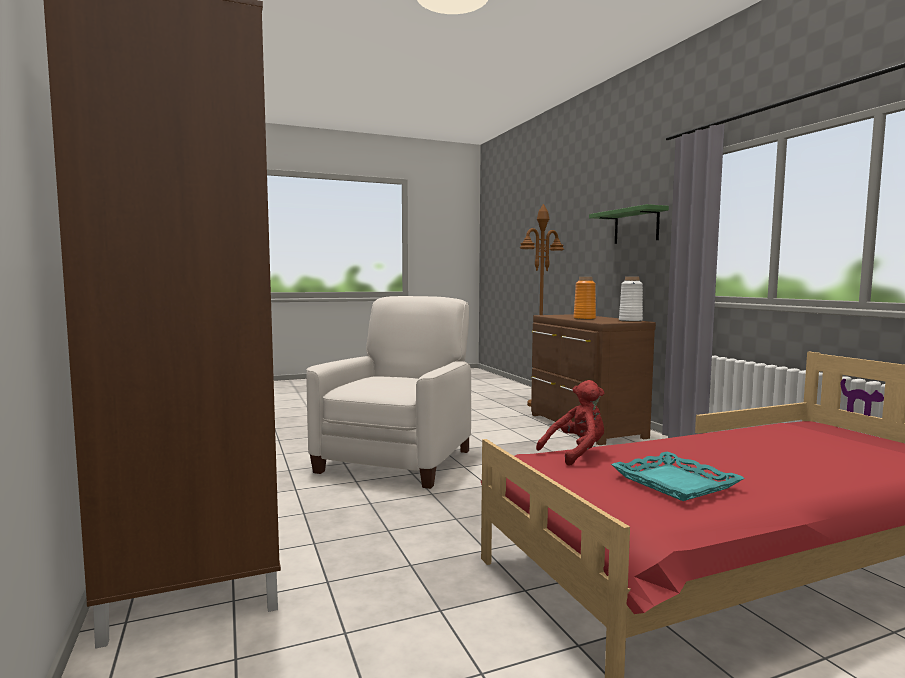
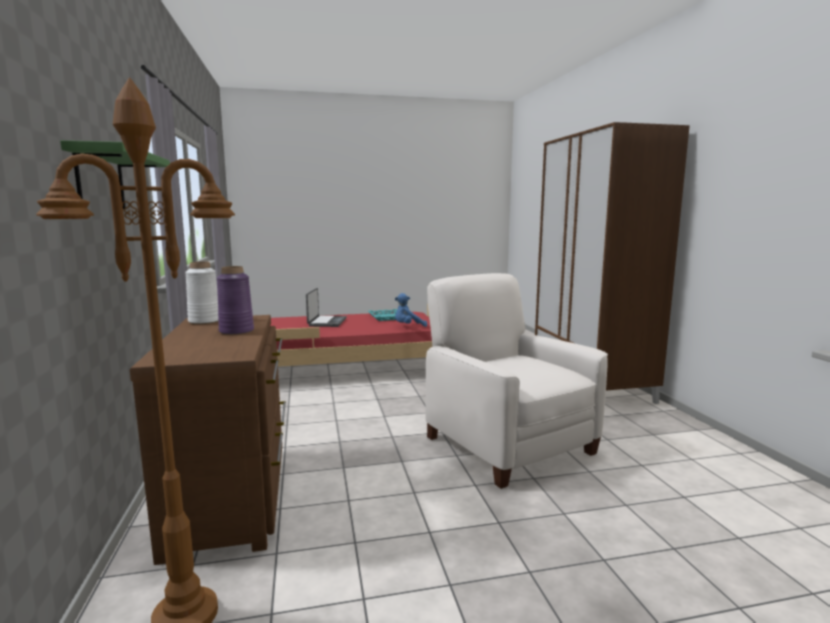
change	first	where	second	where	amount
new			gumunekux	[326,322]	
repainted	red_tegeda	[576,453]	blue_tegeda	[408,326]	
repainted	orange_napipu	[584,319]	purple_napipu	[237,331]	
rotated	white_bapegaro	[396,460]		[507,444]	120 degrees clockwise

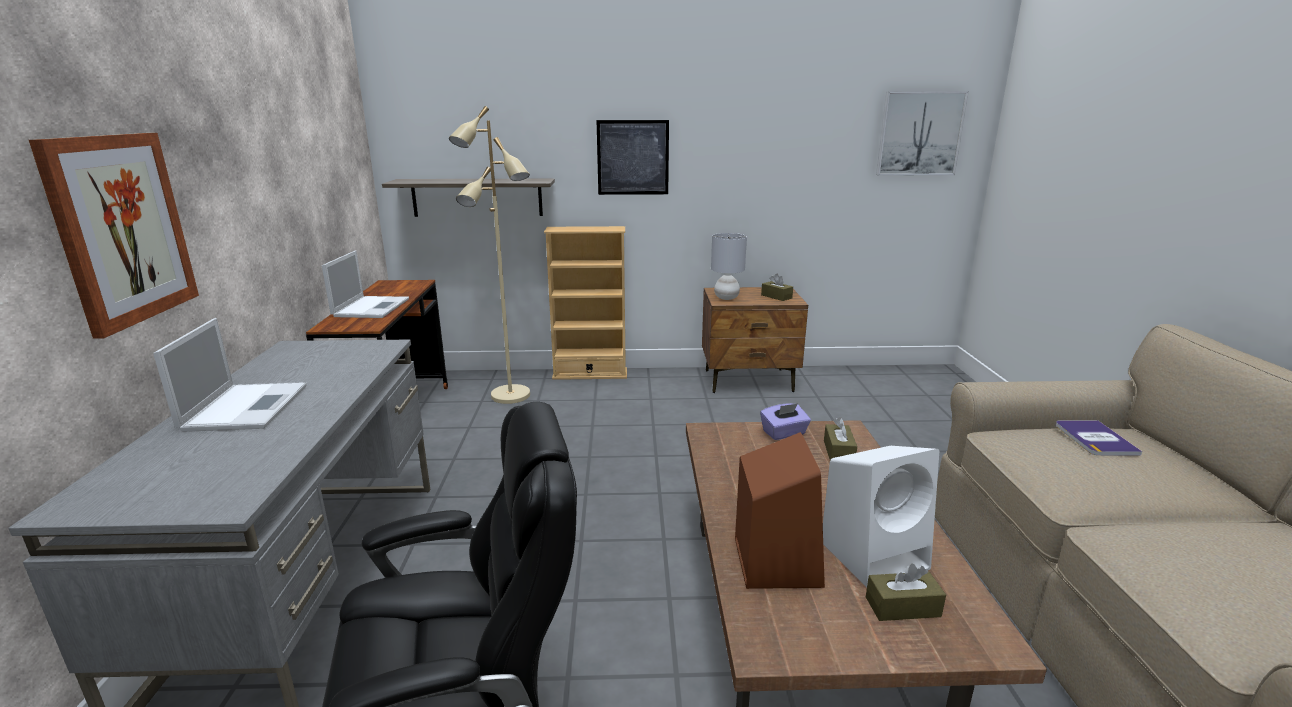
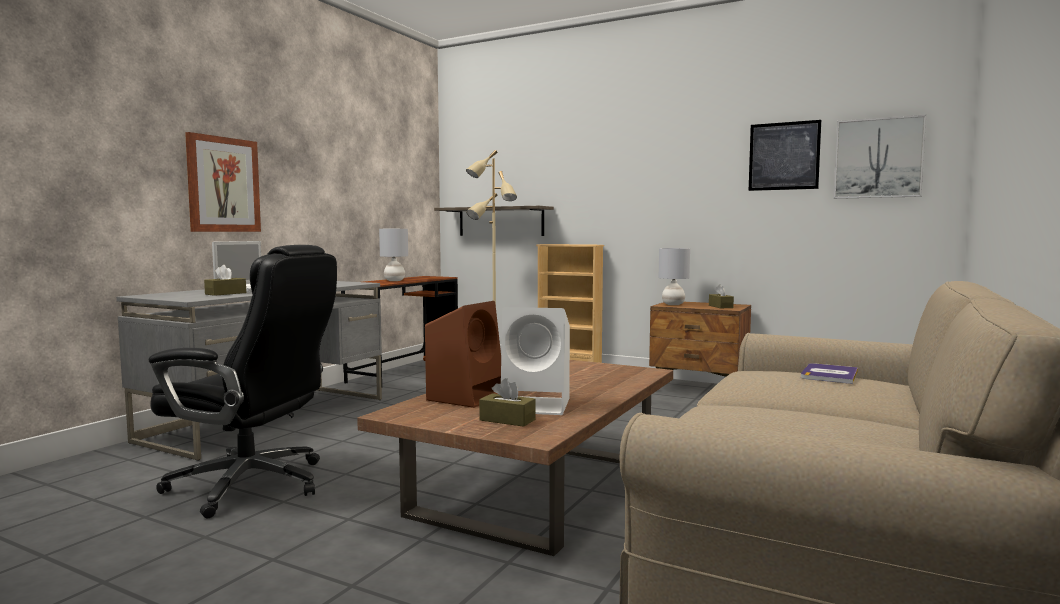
change	first	where	second	where	amount
gone	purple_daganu	[784,433]			
shifted	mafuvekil	[633,157]		[784,156]	
shifted	brown_daganu	[838,452]		[225,293]	
swapped	gumunekux	[371,307]	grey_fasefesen	[394,280]	

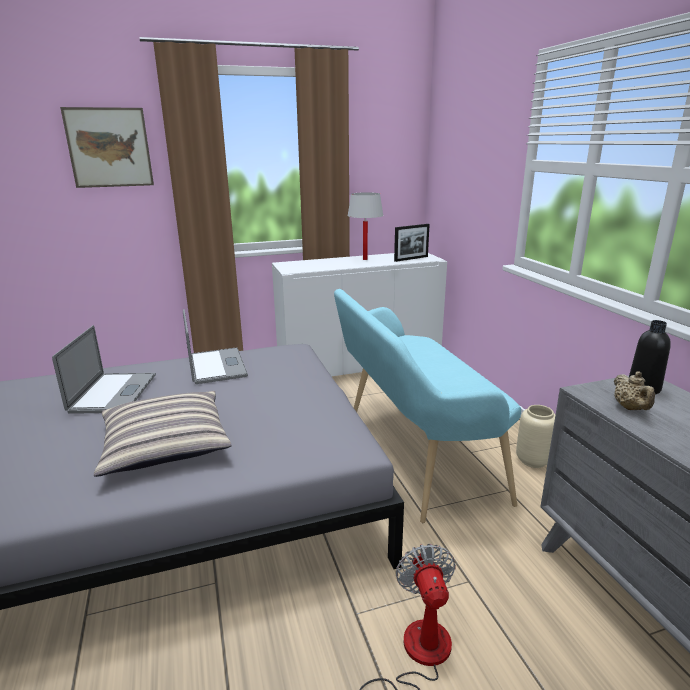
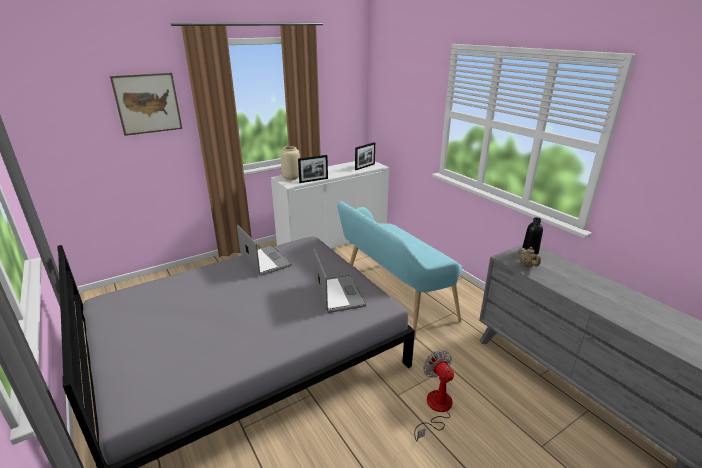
change	first	where	second	where	amount
gone	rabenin	[165,444]			
gone	white_fasefesen	[365,259]			
new			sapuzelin	[313,180]	
shifted	gumunekux	[113,393]		[339,293]	
shifted	beige_napipu	[533,460]		[291,178]	

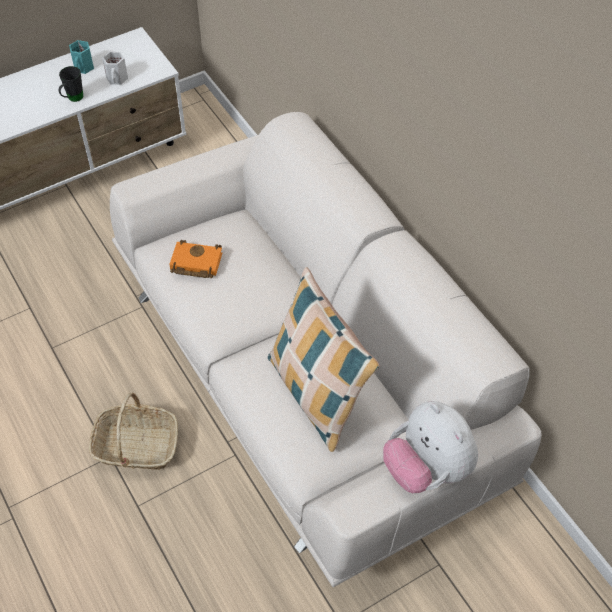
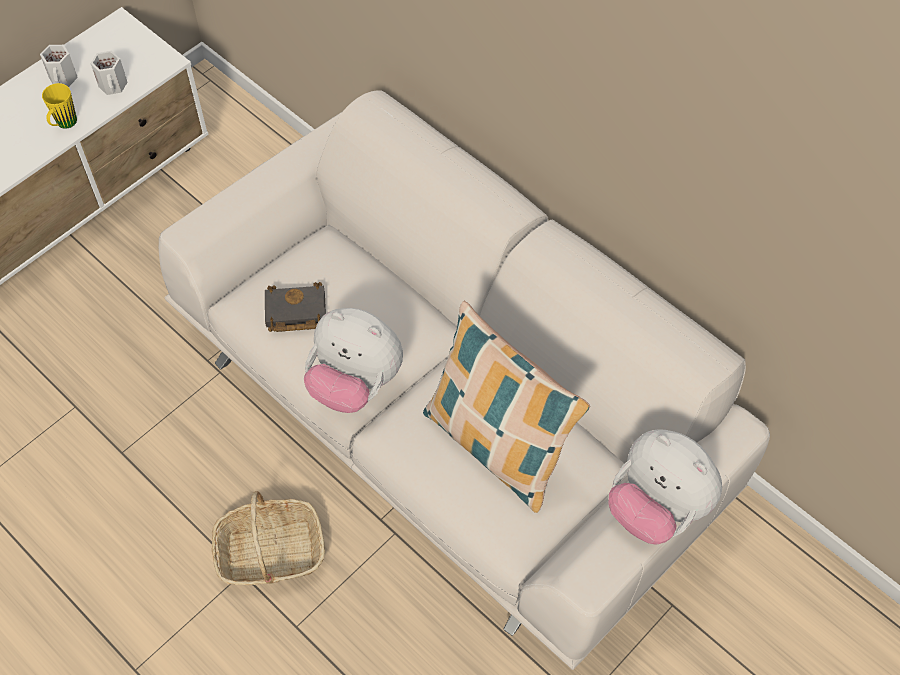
change	first	where	second	where	amount
new			tegeda	[355,383]	
repainted	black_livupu	[72,99]	yellow_livupu	[64,125]	
repainted	turquoise_livupu	[84,67]	white_livupu	[64,78]	
repainted	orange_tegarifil	[194,263]	black_tegarifil	[294,312]	

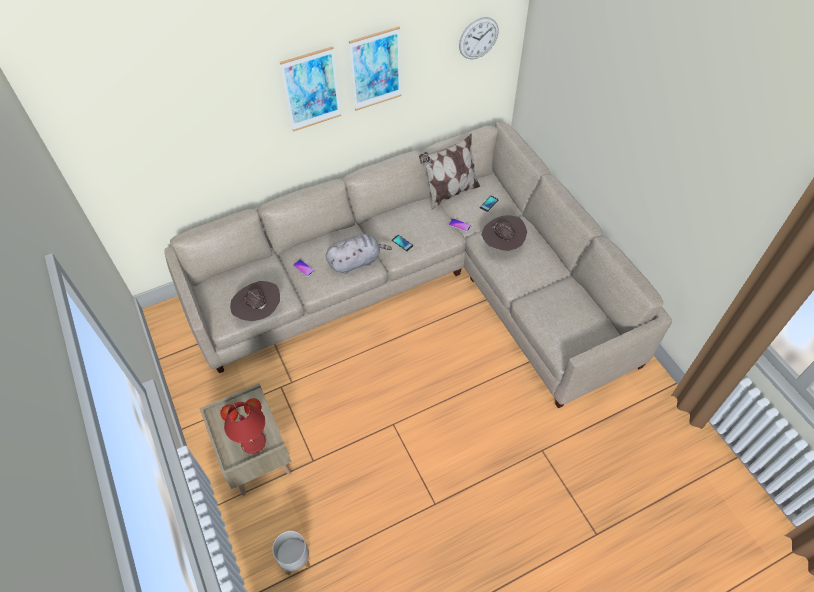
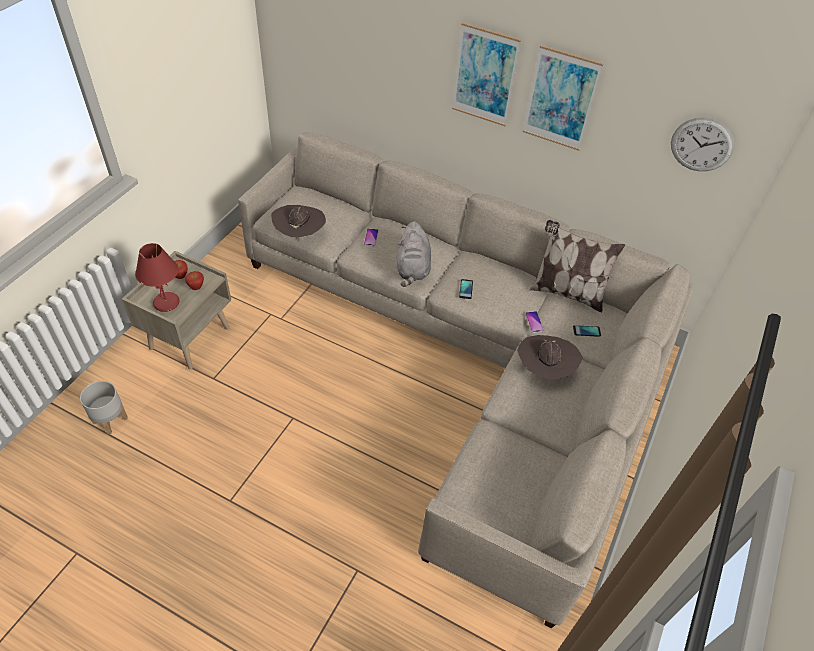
change	first	where	second	where	amount
rotated	grey_tegeda	[356,261]		[412,268]	60 degrees clockwise

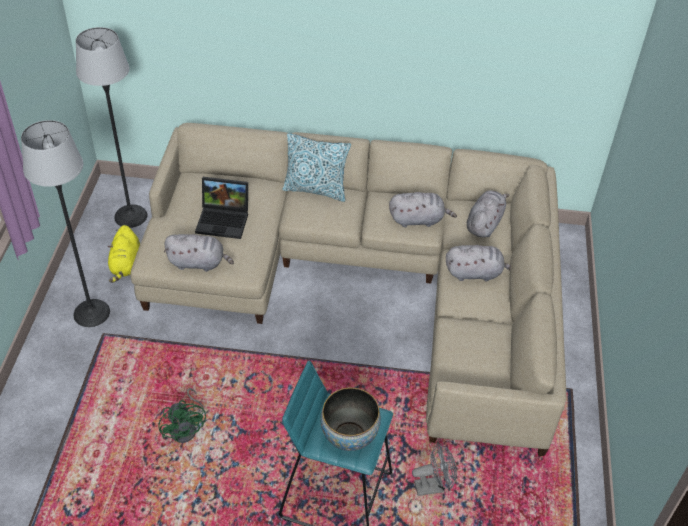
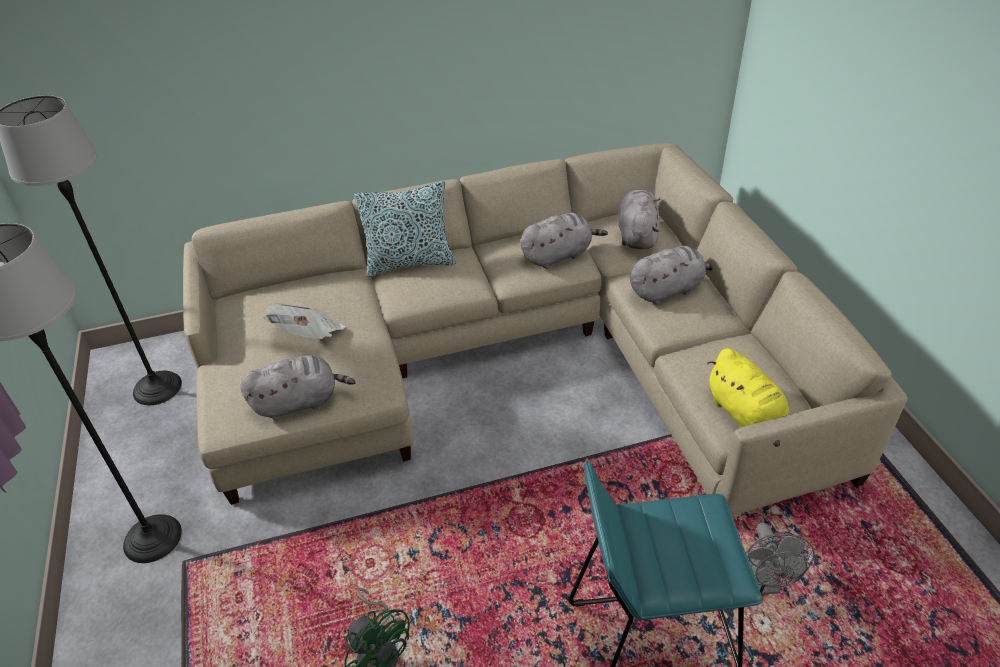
change	first	where	second	where	amount
gone	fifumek	[349,436]			
shifted	yellow_tegeda	[126,265]		[745,414]	
swapped	gumunekux	[224,220]	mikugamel	[309,335]	
rotated	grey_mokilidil	[433,486]		[764,583]	120 degrees clockwise

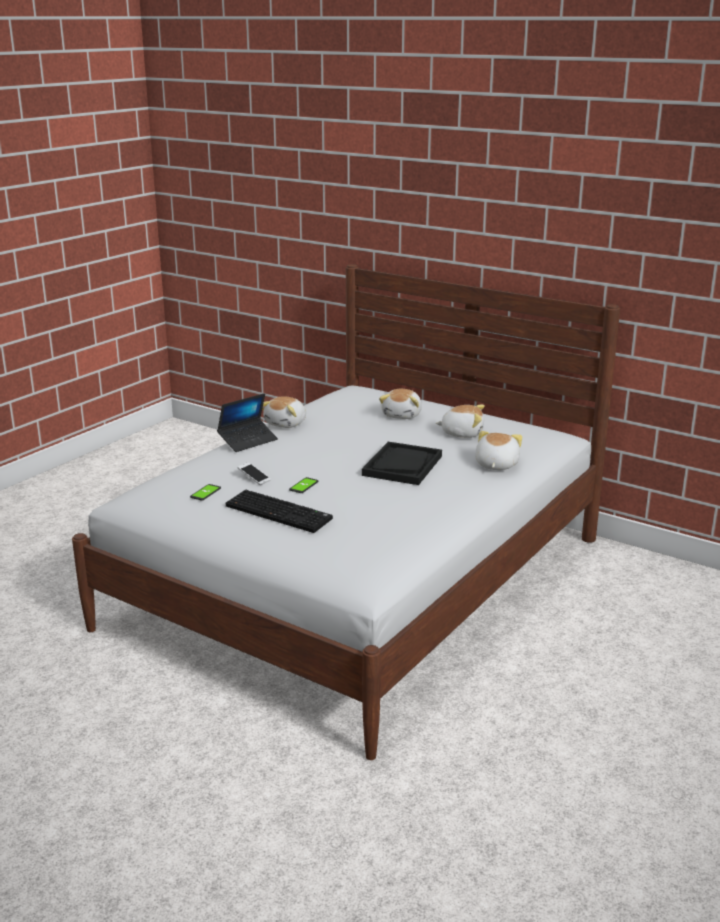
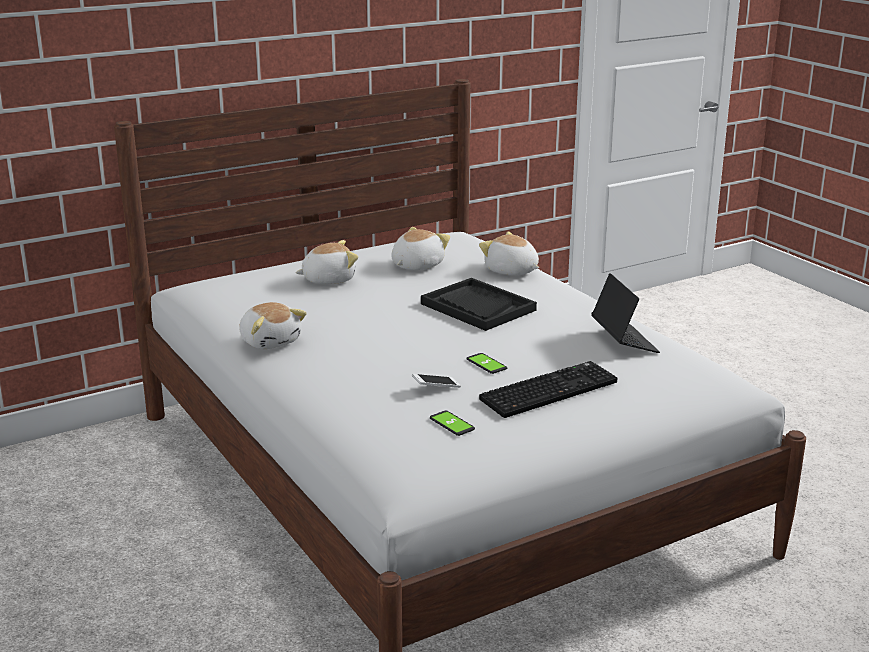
change	first	where	second	where	amount
shifted	gumunekux	[248,441]		[624,341]	
rotated	tegeda	[402,415]		[328,279]	60 degrees counterclockwise

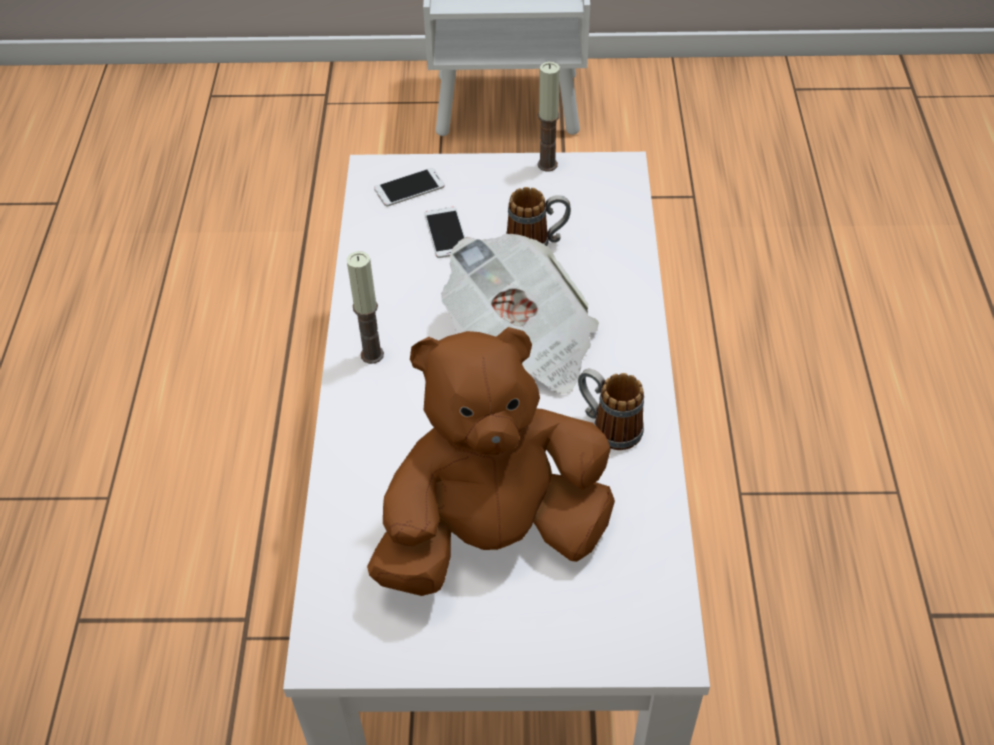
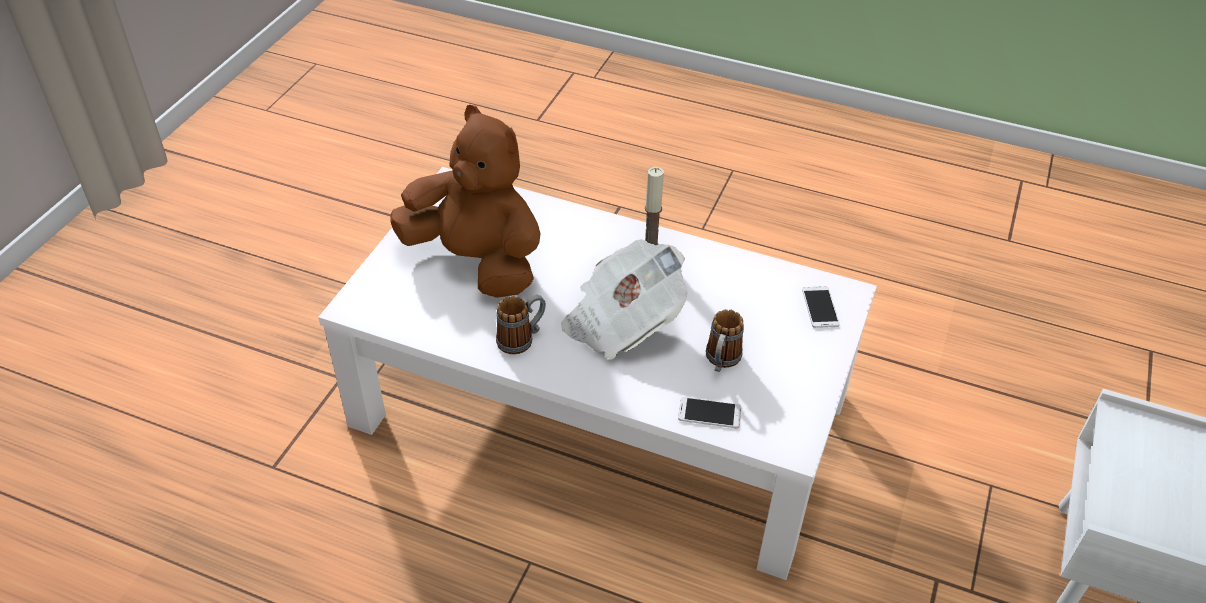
change	first	where	second	where	amount
gone	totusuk	[547,164]			
shifted	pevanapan	[446,233]		[709,413]	
rotated	brown_tegeda	[492,535]		[476,261]	60 degrees counterclockwise

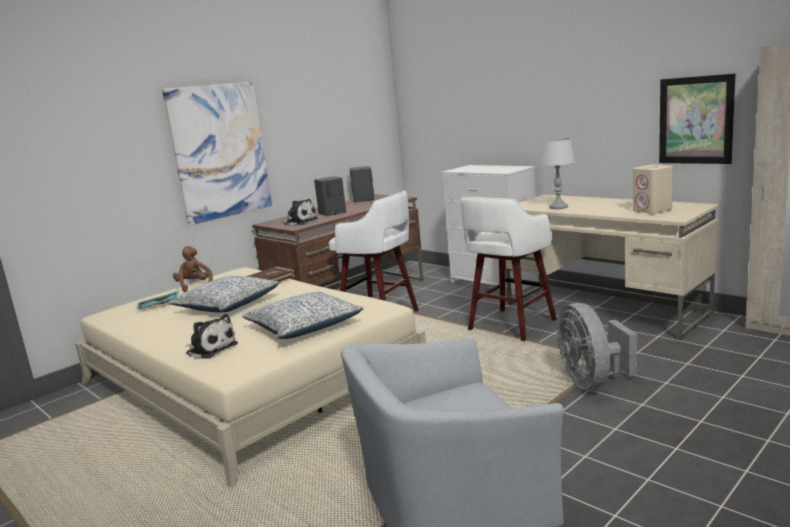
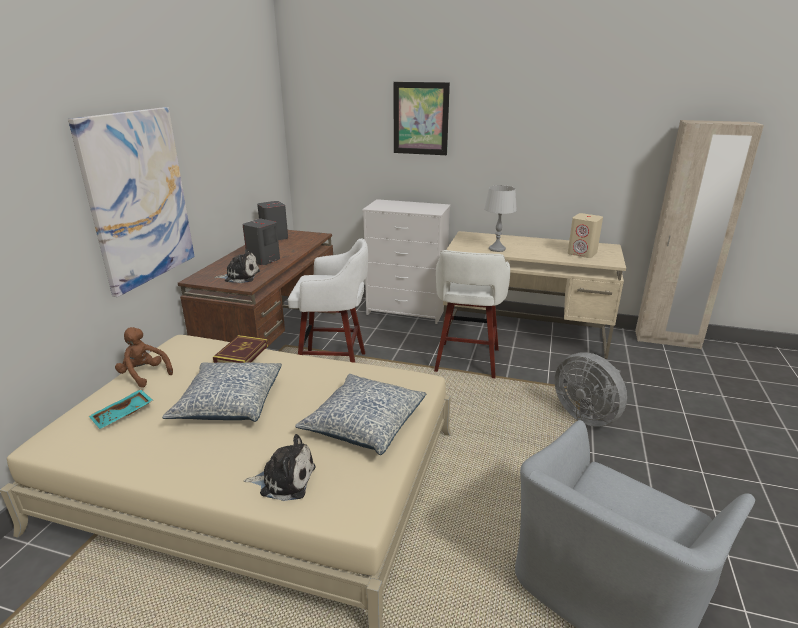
change	first	where	second	where	amount
shifted	mafuvekil	[695,120]		[420,118]	

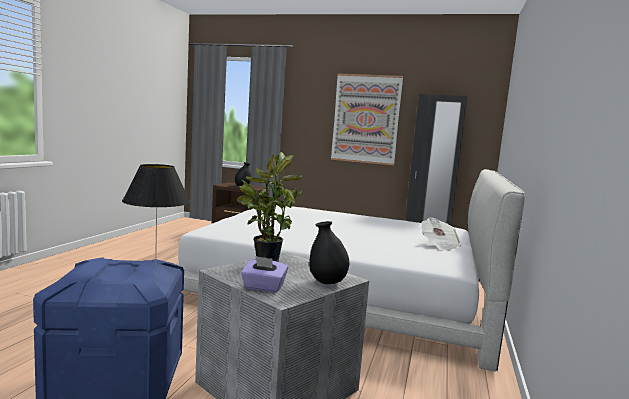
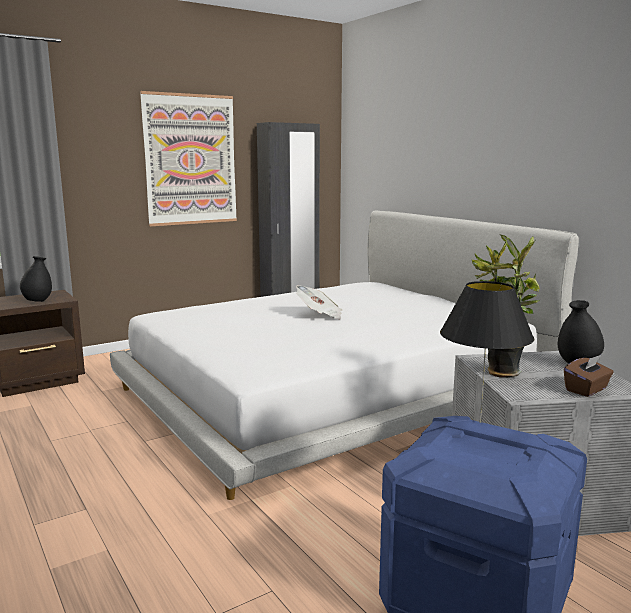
change	first	where	second	where	amount
shifted	mikugamel	[439,245]		[320,315]	
repainted	purple_daganu	[263,287]	brown_daganu	[586,390]	

